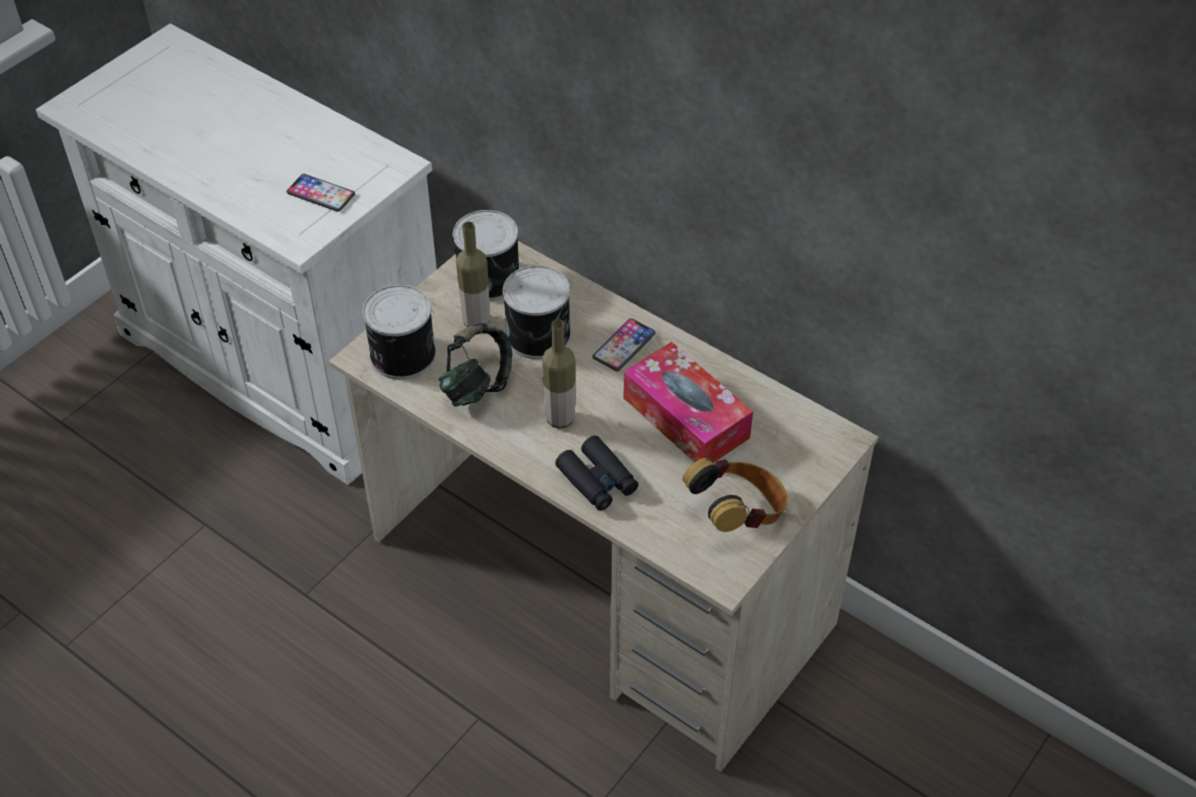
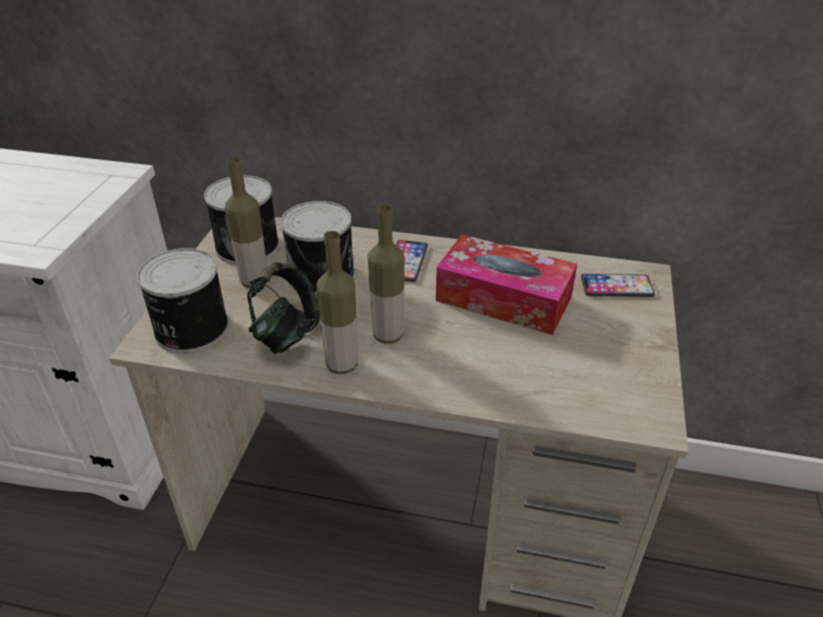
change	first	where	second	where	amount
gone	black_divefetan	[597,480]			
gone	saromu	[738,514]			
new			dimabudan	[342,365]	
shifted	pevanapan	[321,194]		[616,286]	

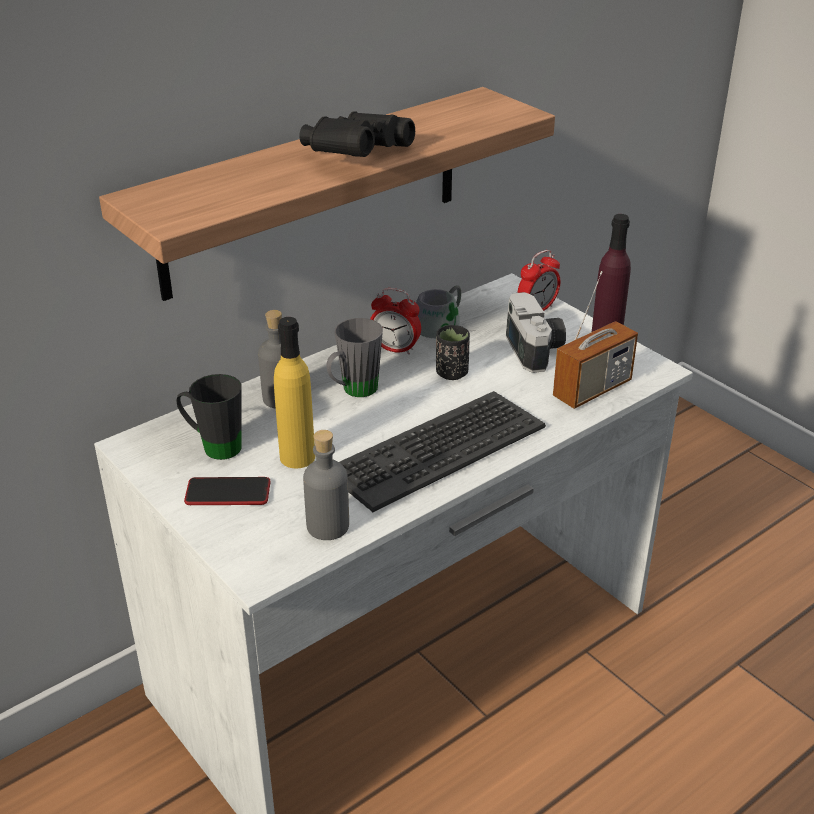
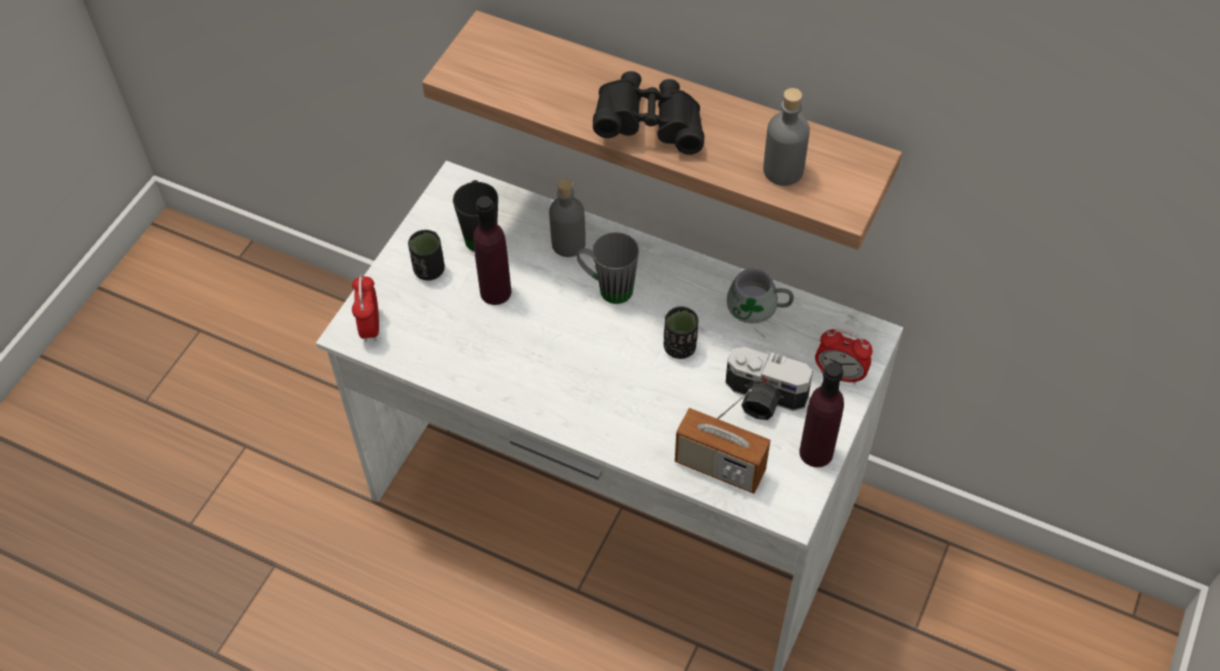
change	first	where	second	where	amount
gone	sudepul	[436,449]			
shifted	grey_dimabudan	[328,526]		[783,170]	
shifted	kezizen	[395,349]		[370,327]	
swapped	pevanapan	[228,493]	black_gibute	[429,270]	
repainted	yellow_dimabudan	[297,457]	purple_dimabudan	[495,292]	
rotated	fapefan	[537,350]		[762,399]	60 degrees clockwise

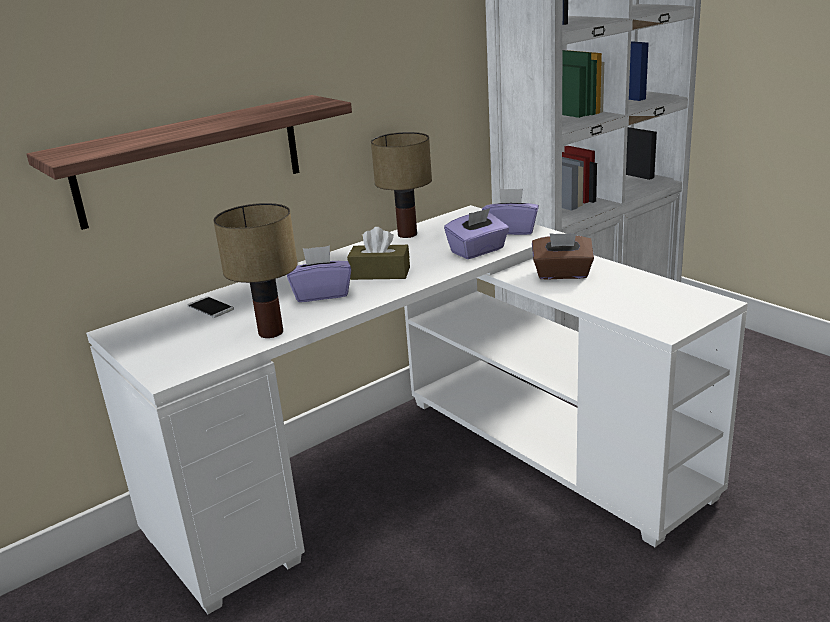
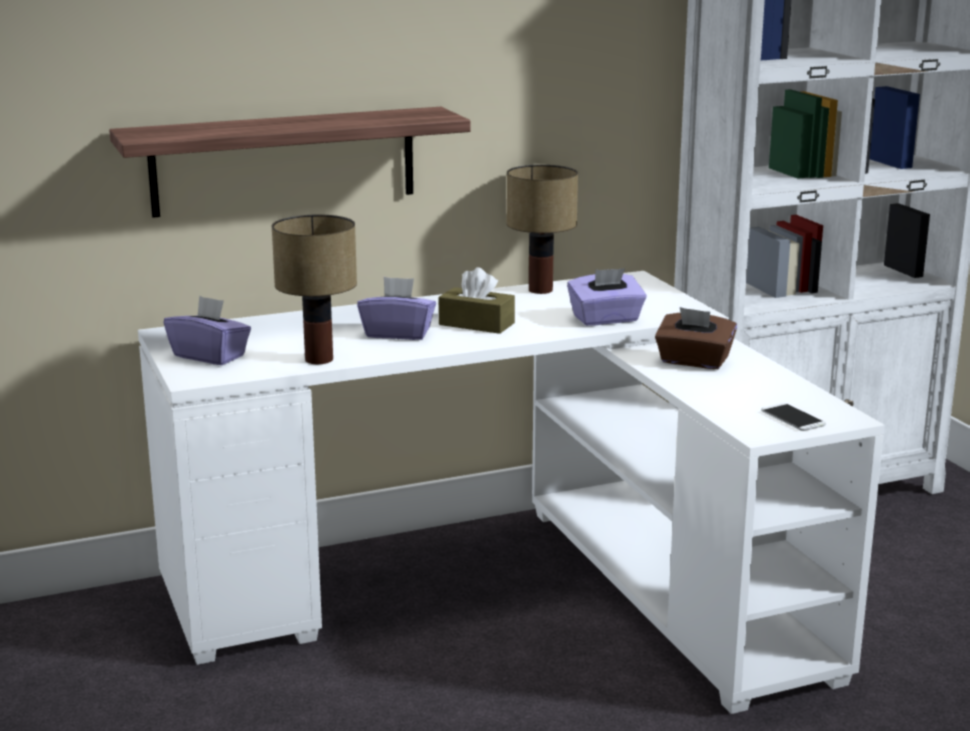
change	first	where	second	where	amount
shifted	pevanapan	[210,308]		[793,418]	
shifted	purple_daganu	[511,230]		[210,356]	

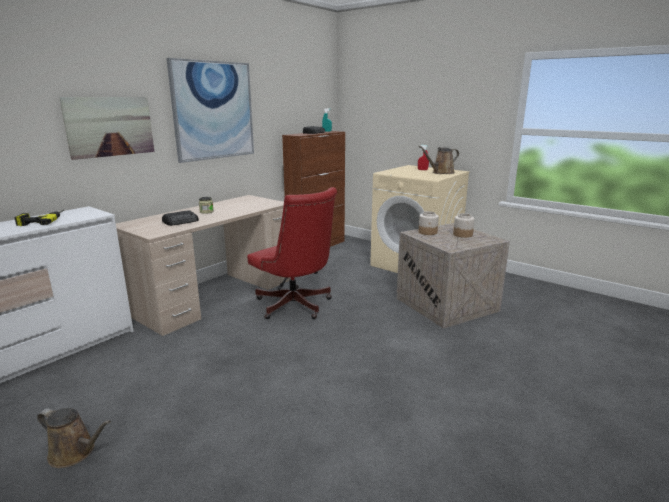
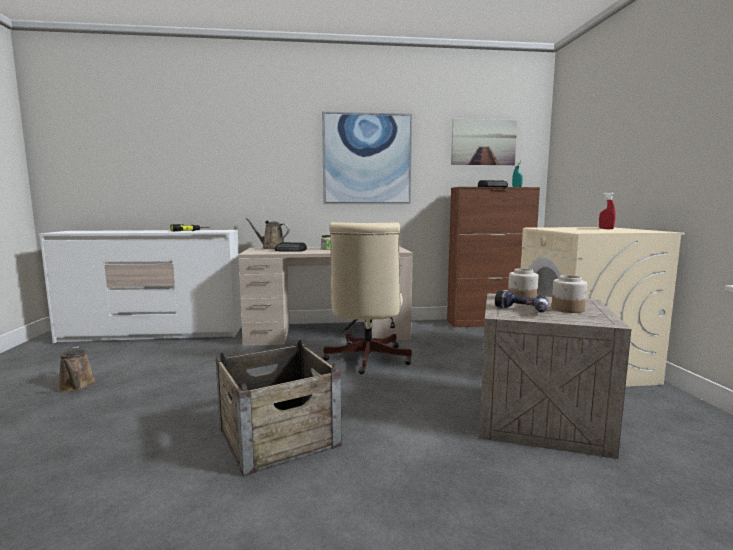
change	first	where	second	where	amount
new			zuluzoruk	[277,437]	
new			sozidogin	[520,311]	
shifted	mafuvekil	[110,126]		[483,142]	
shifted	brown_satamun	[441,173]		[271,248]	
repainted	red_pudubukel	[295,307]	beige_pudubukel	[366,360]	

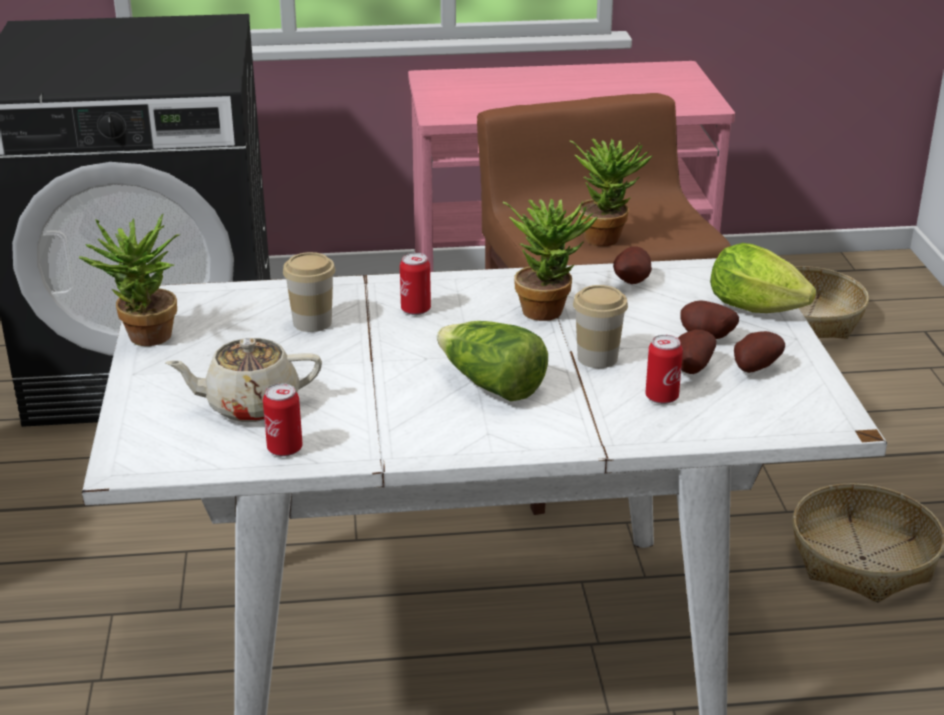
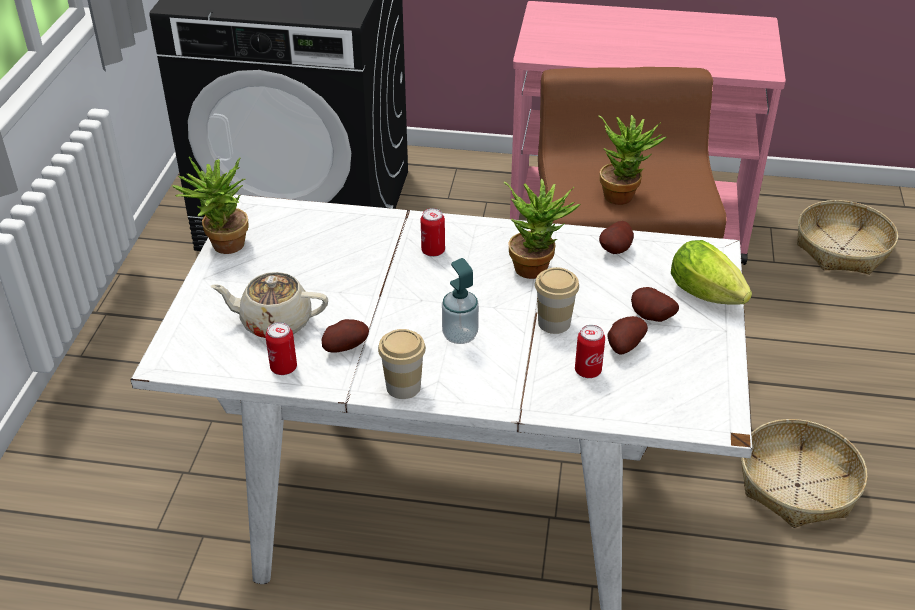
change	first	where	second	where	amount
shifted	gibute	[312,322]		[403,386]	
shifted	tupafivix	[753,368]		[345,347]	
swapped	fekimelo	[491,385]	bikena	[460,335]	

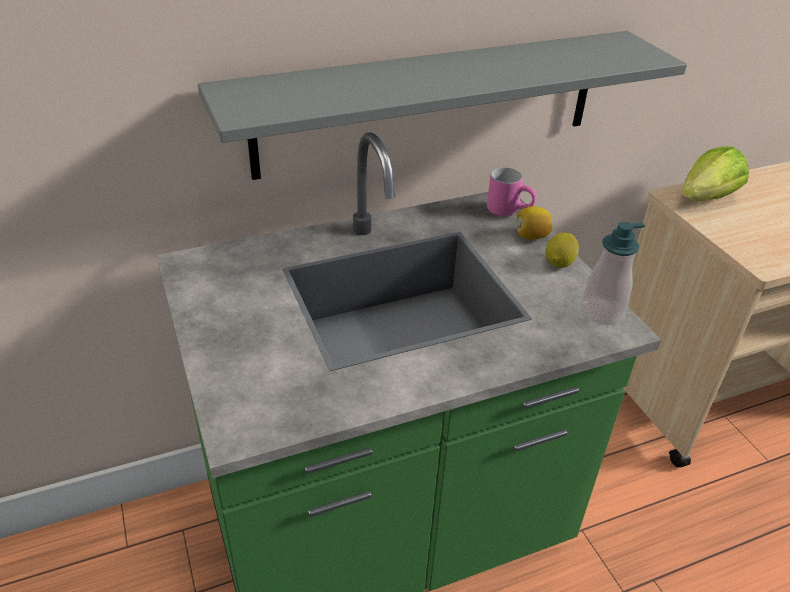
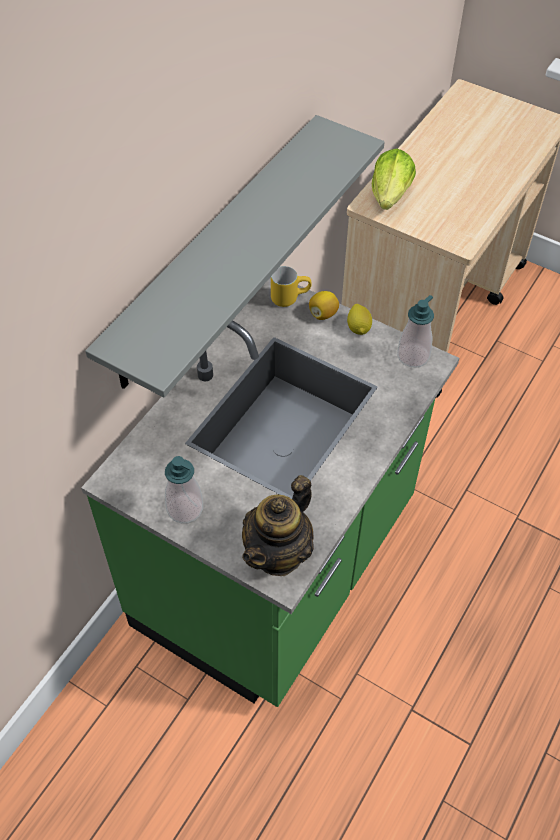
change	first	where	second	where	amount
new			bikena	[185,508]	
new			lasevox	[279,553]	
repainted	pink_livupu	[509,210]	yellow_livupu	[289,296]	

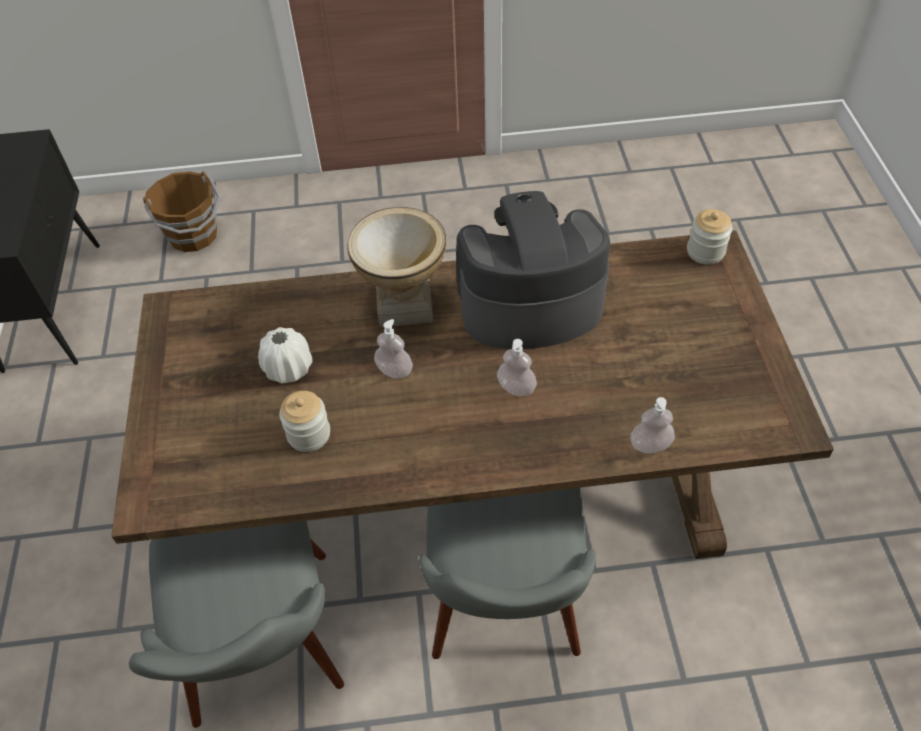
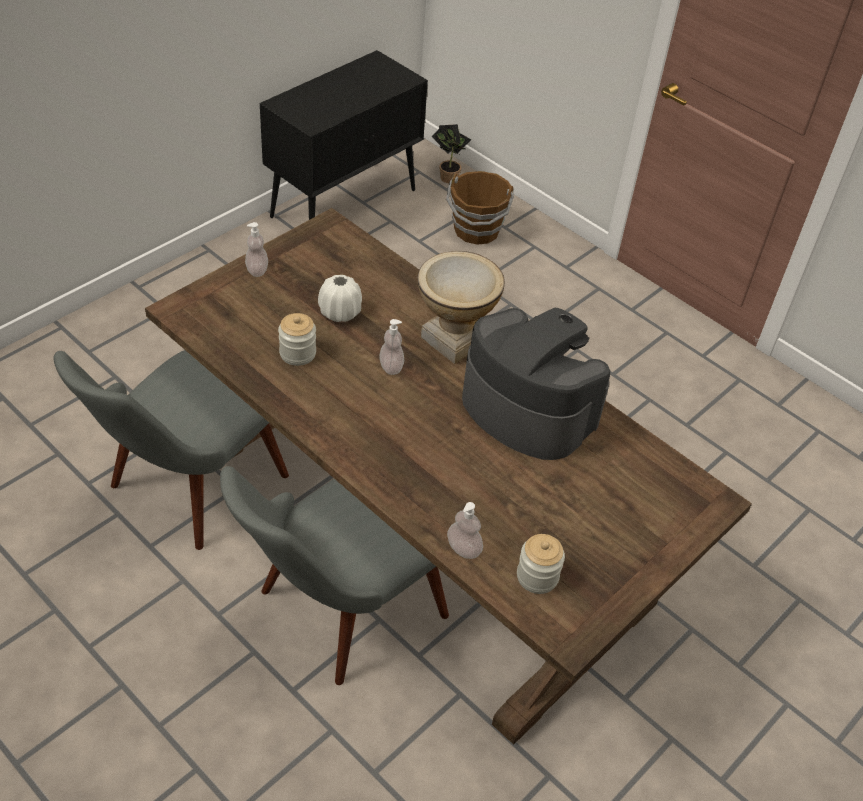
change	first	where	second	where	amount
new			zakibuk	[447,176]	
shifted	bikena	[516,388]		[257,270]	
shifted	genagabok	[705,251]		[537,576]	

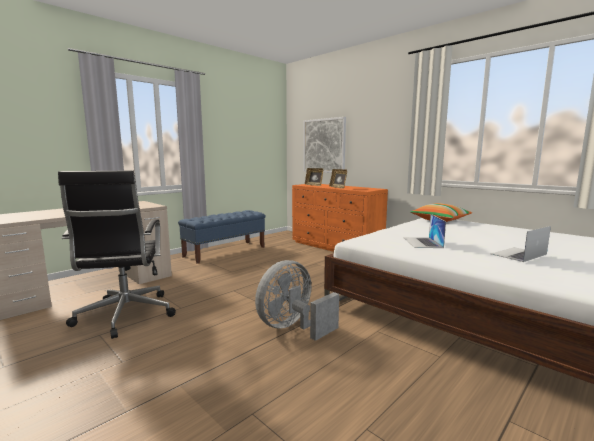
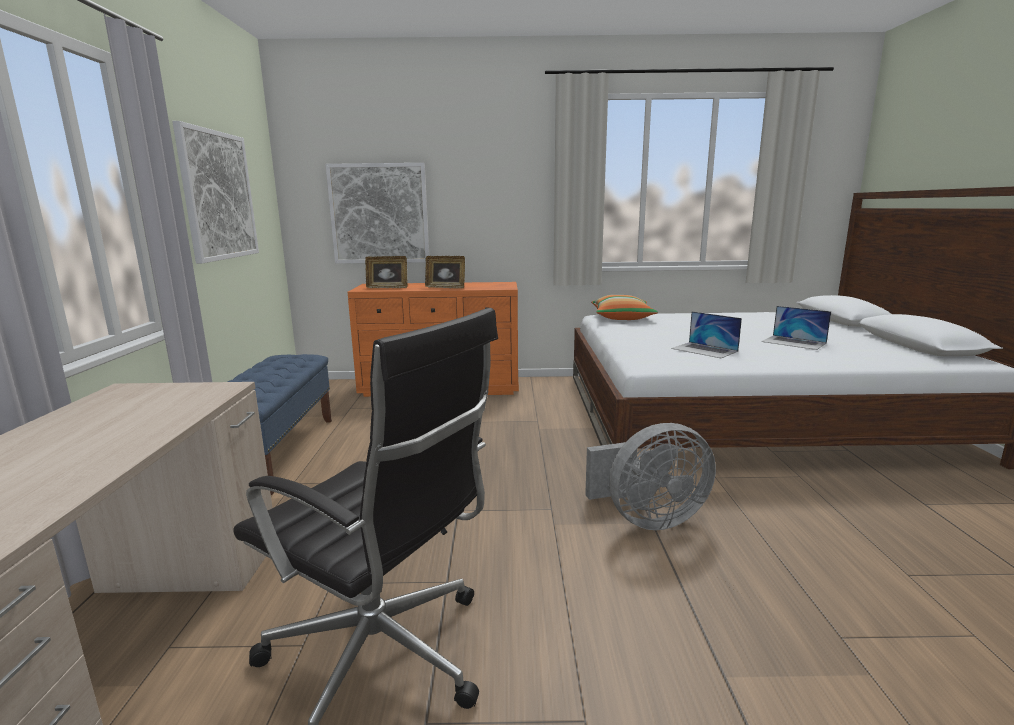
change	first	where	second	where	amount
new			mafuvekil	[218,196]	
rotated	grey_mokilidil	[293,327]		[647,519]	105 degrees counterclockwise
rotated	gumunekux	[518,254]		[794,342]	60 degrees counterclockwise

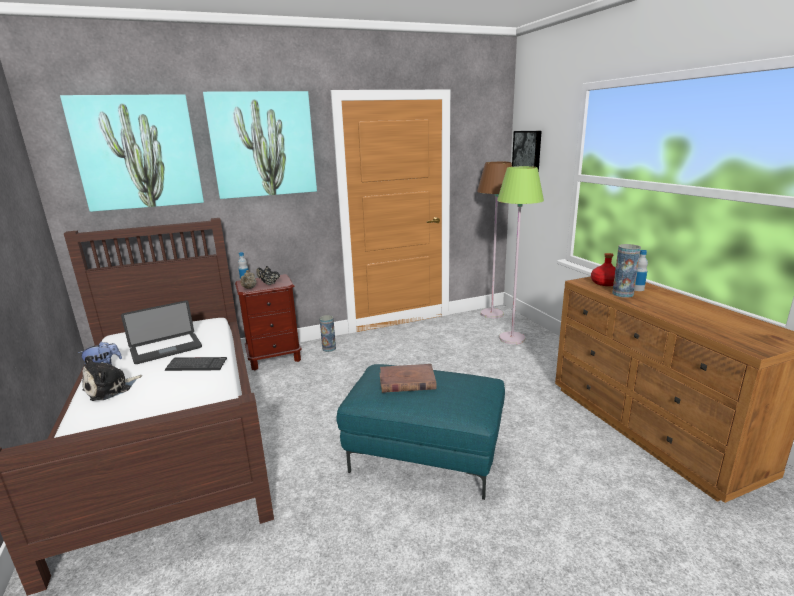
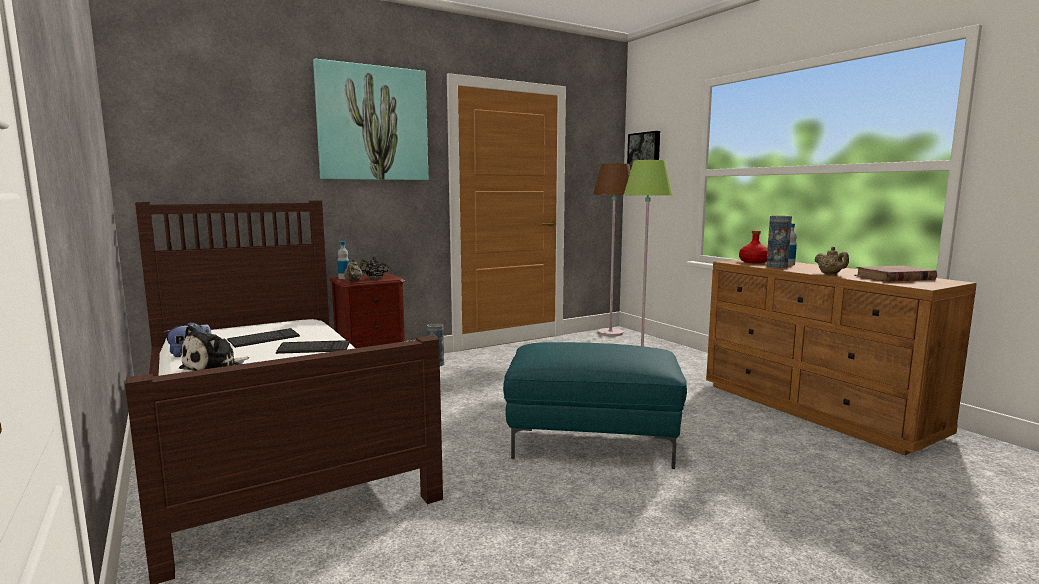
change	first	where	second	where	amount
gone	mafuvekil	[138,152]			
new			beige_lasevox	[830,274]	
shifted	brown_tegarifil	[407,381]		[894,278]	
swapped	gumunekux	[166,349]	sudepul	[264,339]	

